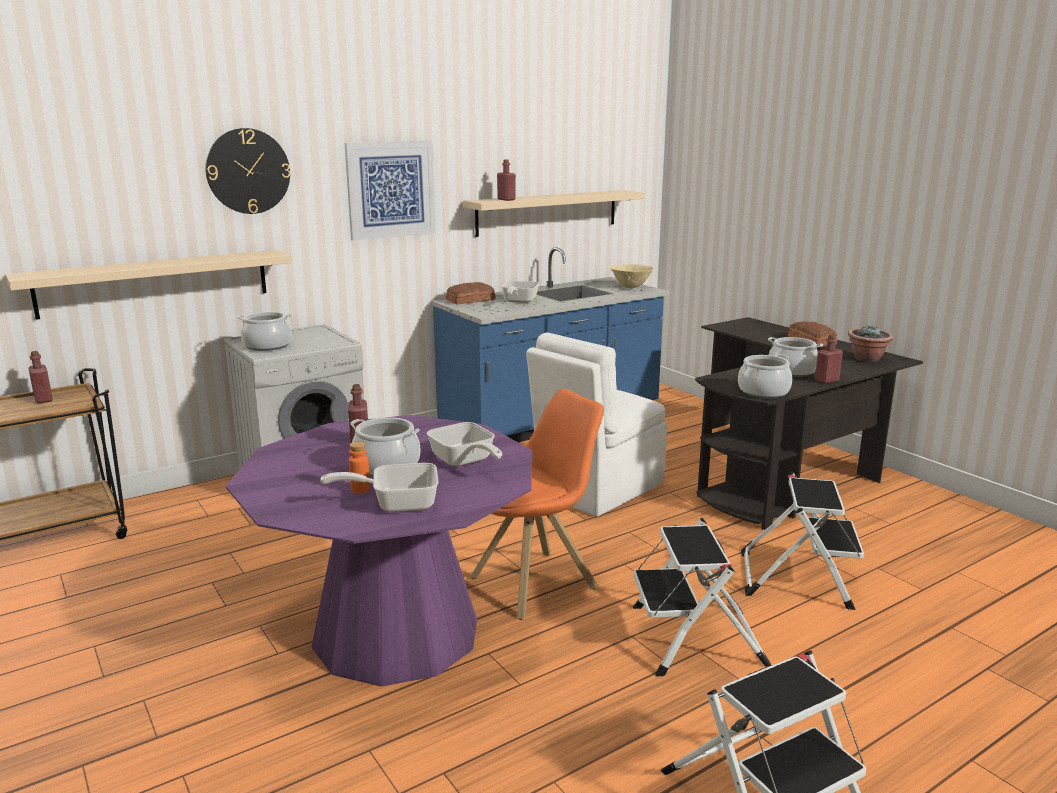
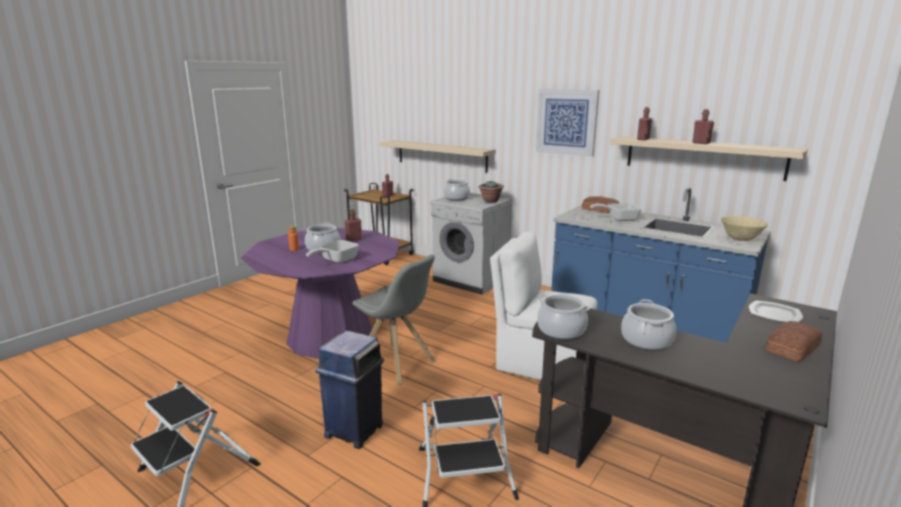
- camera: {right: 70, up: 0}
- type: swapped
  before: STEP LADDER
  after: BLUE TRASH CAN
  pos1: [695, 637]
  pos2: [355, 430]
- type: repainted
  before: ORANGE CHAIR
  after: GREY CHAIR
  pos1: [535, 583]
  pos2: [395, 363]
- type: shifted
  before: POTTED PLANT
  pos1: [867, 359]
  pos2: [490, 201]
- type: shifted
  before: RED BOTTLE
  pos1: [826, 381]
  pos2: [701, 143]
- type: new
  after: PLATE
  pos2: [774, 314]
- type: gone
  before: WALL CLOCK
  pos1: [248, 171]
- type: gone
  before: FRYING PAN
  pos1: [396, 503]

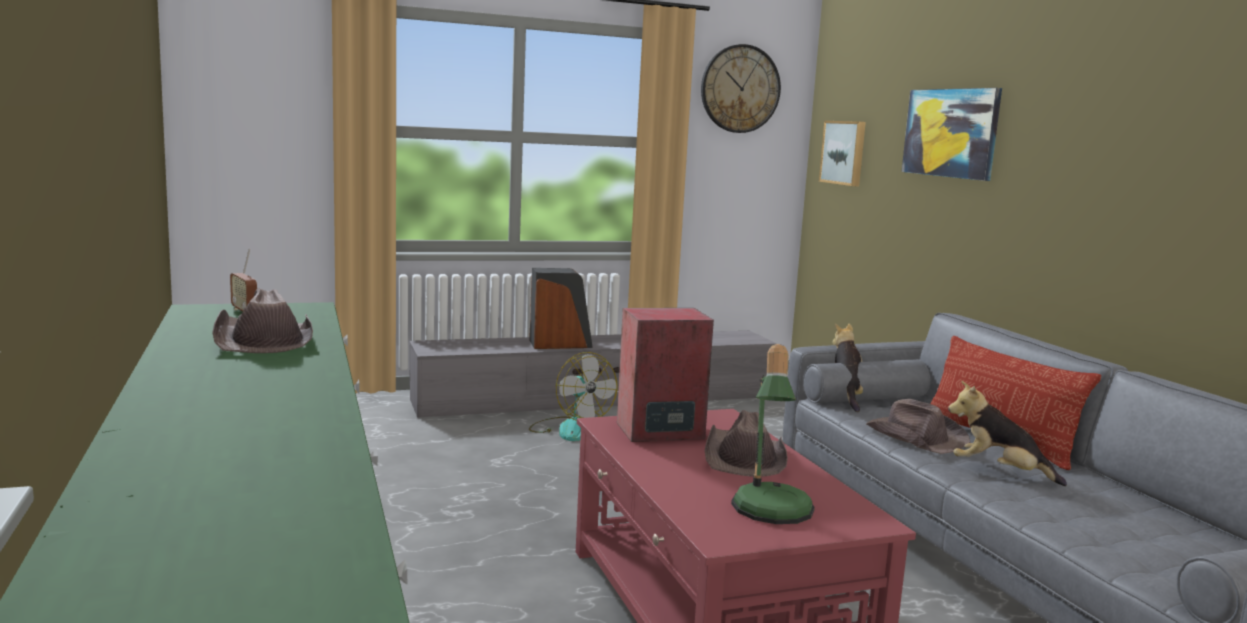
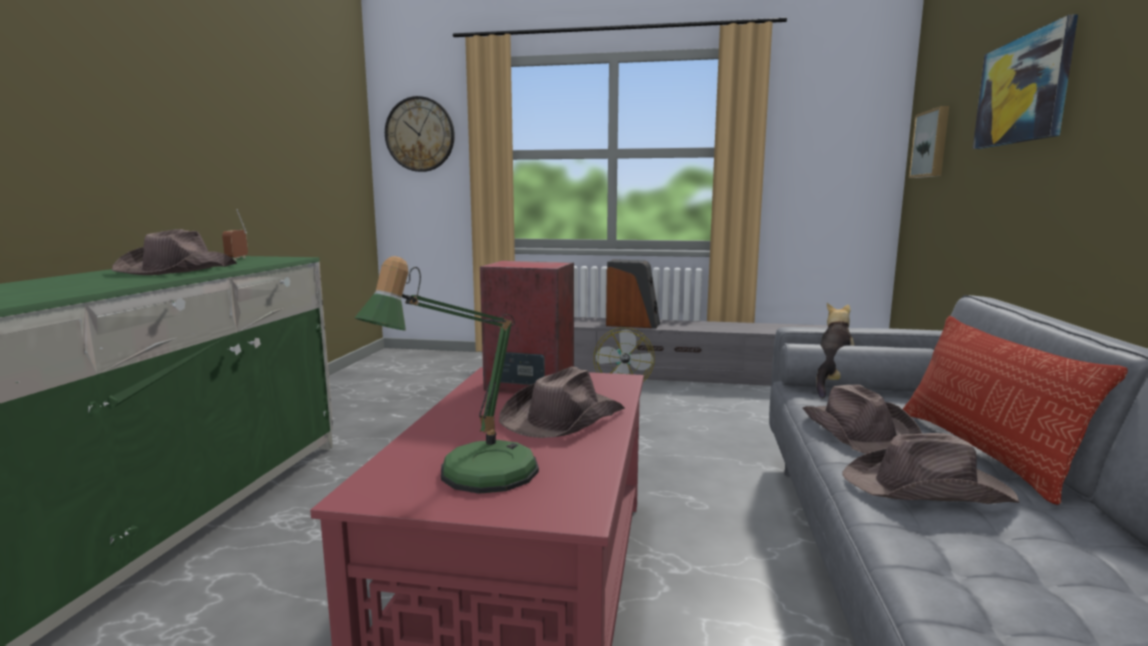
- camera: {right: 30, up: 0}
- type: shifted
  before: WALL CLOCK
  pos1: [740, 89]
  pos2: [420, 134]
- type: swapped
  before: PLUSH TOY
  after: BROWN HAT
  pos1: [999, 472]
  pos2: [928, 488]

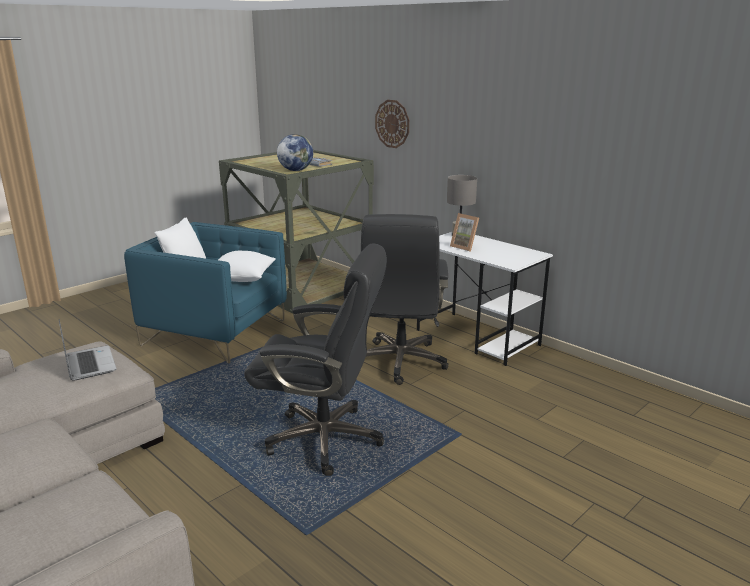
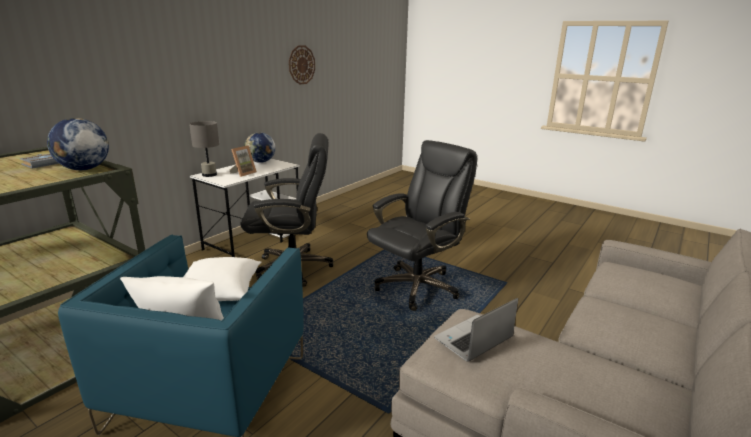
- camera: {right: -100, up: 0}
- type: new
  after: GLOBE
  pos2: [261, 162]
- type: shifted
  before: WALL CLOCK
  pos1: [392, 123]
  pos2: [301, 65]
- type: rotated
  before: BLACK OFFICE CHAIR
  pos1: [321, 439]
  pos2: [415, 288]
  turn: 45

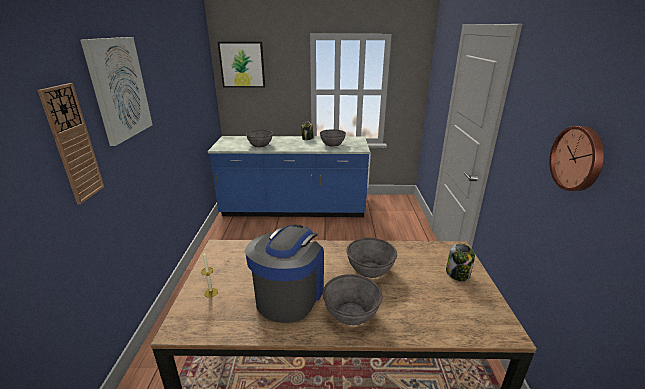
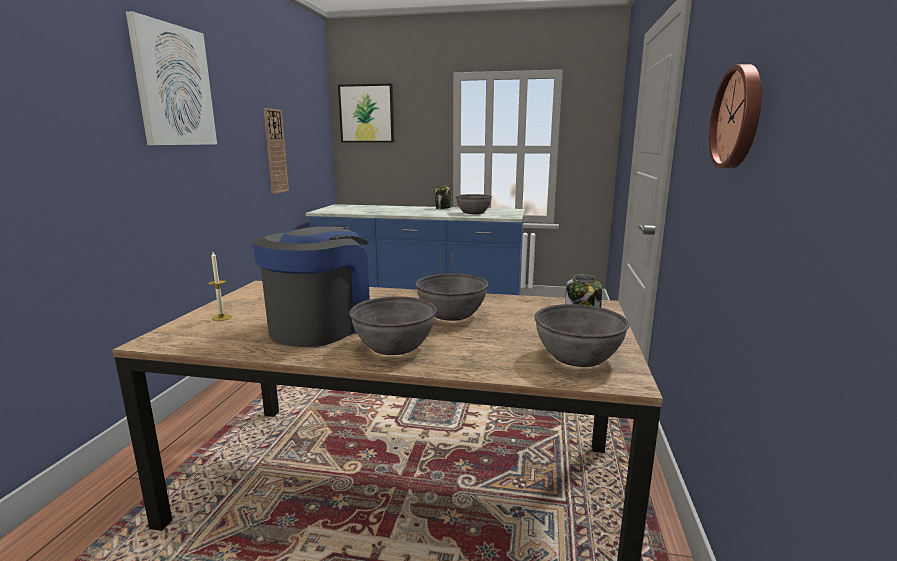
- camera: {right: 10, up: -10}
- type: shifted
  before: WALL CLOCK
  pos1: [73, 144]
  pos2: [275, 151]
- type: shifted
  before: GREY BOWL
  pos1: [260, 145]
  pos2: [577, 357]

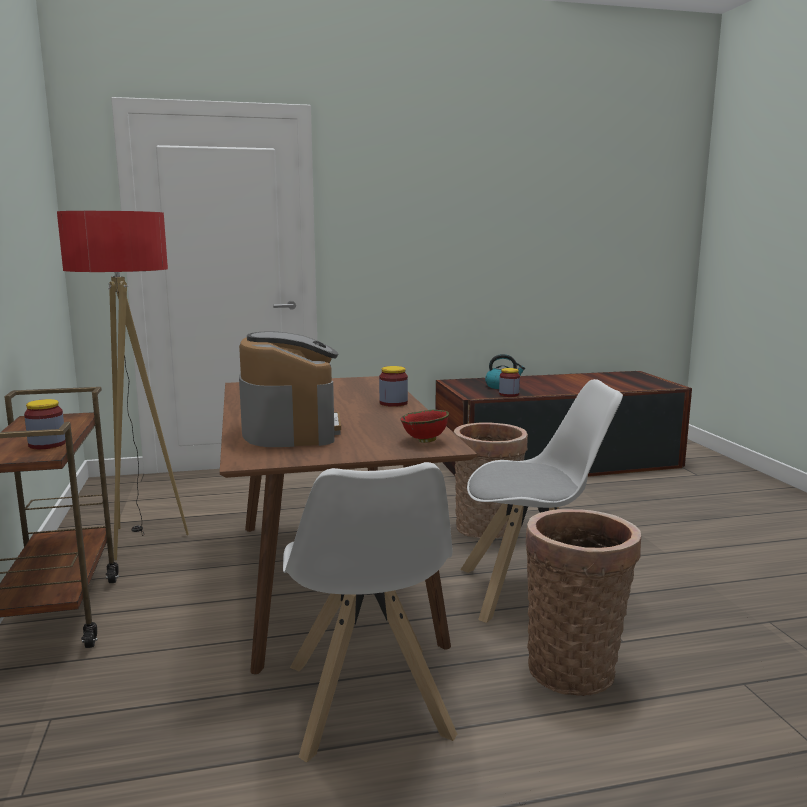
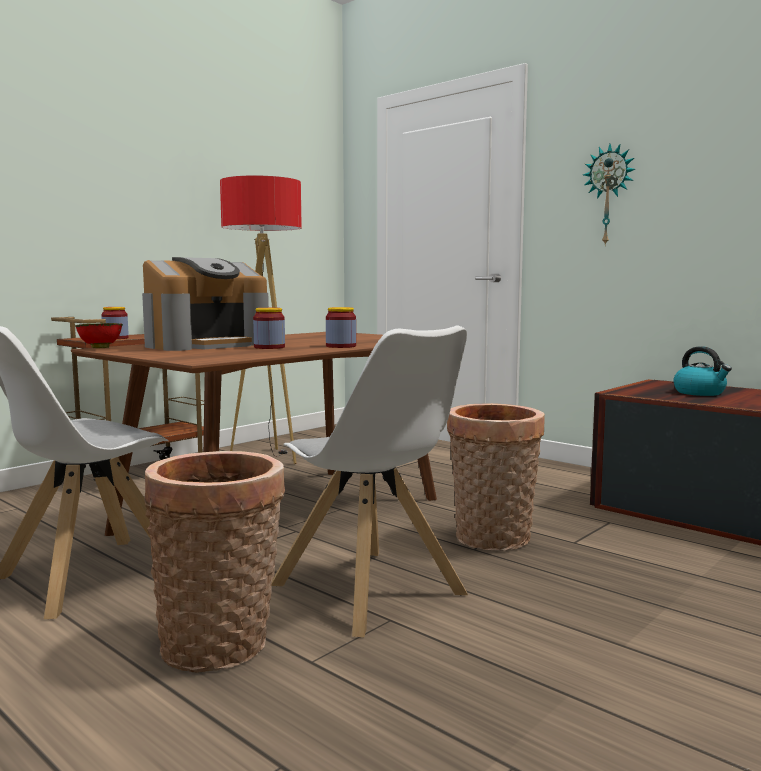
- camera: {right: 55, up: -5}
- type: shifted
  before: RED BOWL
  pos1: [425, 441]
  pos2: [99, 348]
- type: shifted
  before: JAR
  pos1: [509, 394]
  pos2: [269, 347]
- type: new
  after: WALL CLOCK
  pos2: [609, 195]

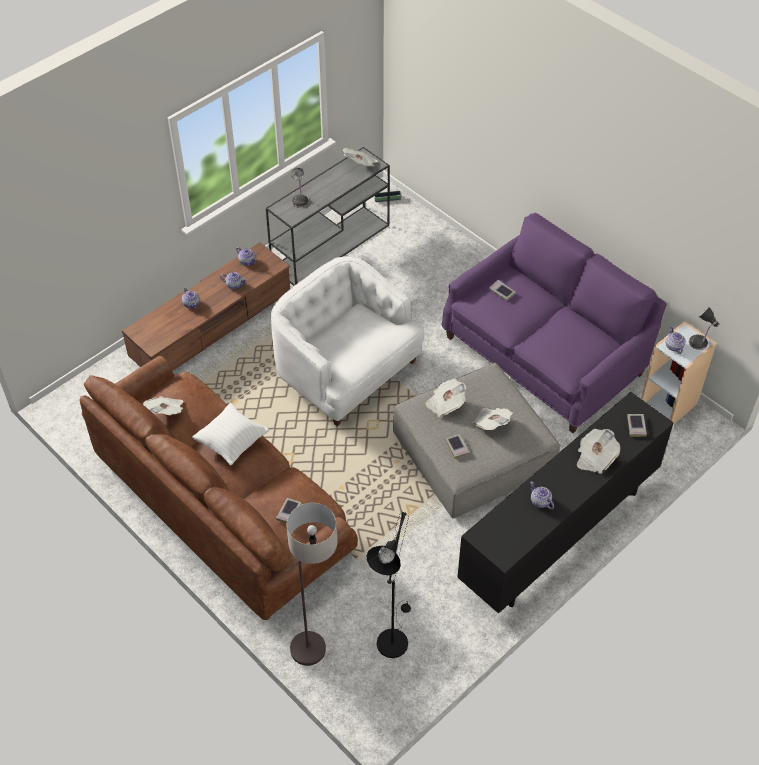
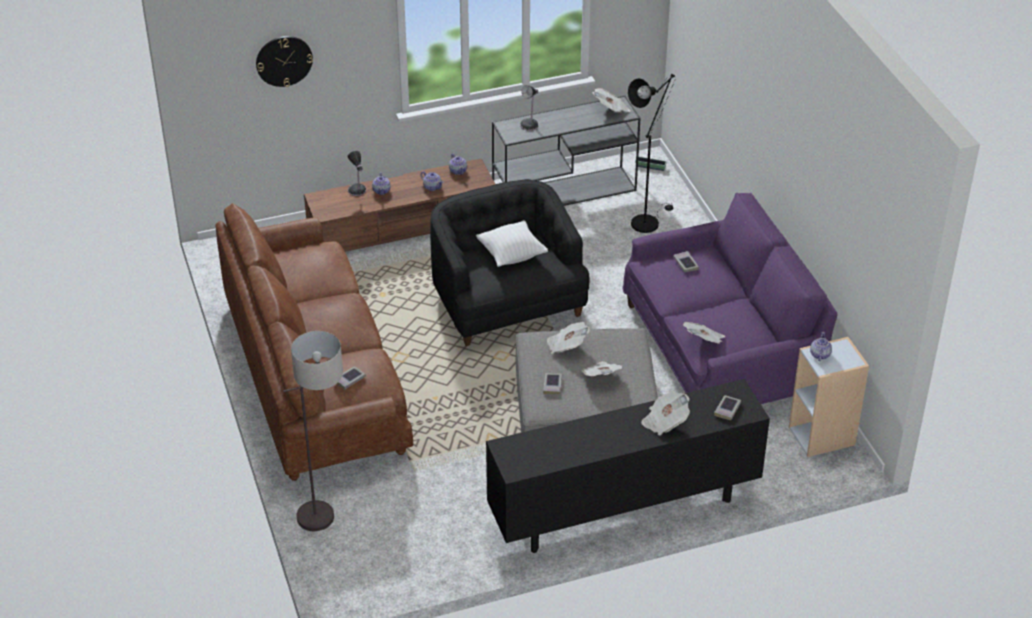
- camera: {right: 25, up: -10}
- type: new
  after: WALL CLOCK
  pos2: [284, 60]
- type: shifted
  before: TABLE LAMP
  pos1: [699, 343]
  pos2: [357, 191]
- type: repainted
  before: WHITE ARMCHAIR
  after: BLACK ARMCHAIR
  pos1: [346, 371]
  pos2: [506, 303]
- type: shifted
  before: WHITE PILLOW
  pos1: [232, 442]
  pos2: [511, 255]
- type: shifted
  before: BLACK FLOOR LAMP
  pos1: [393, 637]
  pos2: [647, 221]
- type: shifted
  before: NEWSPAPER
  pos1: [166, 412]
  pos2: [704, 341]
- type: gone
  before: TEAPOT
  pos1: [540, 502]

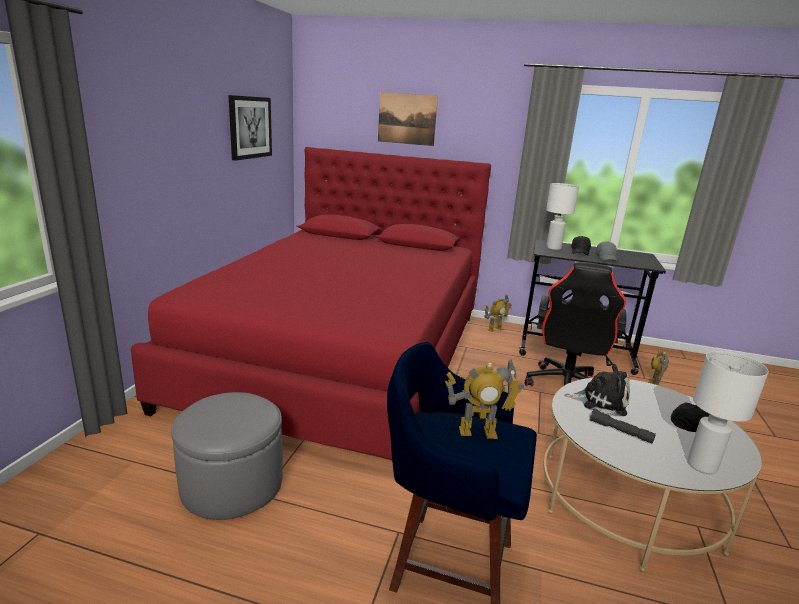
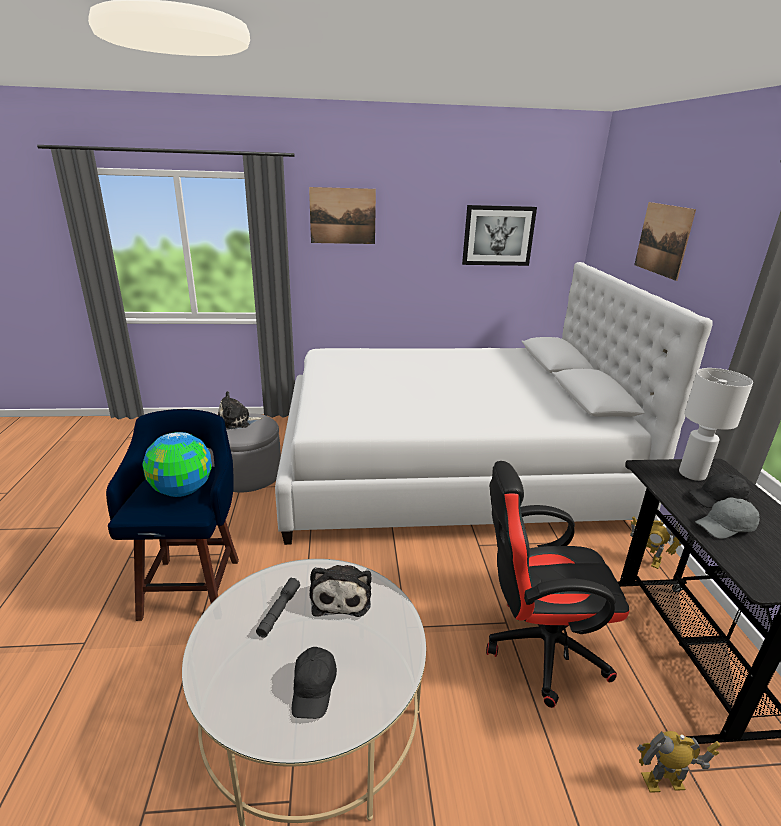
- camera: {right: 70, up: 5}
- type: swapped
  before: TOY ROBOT
  after: GLOBE
  pos1: [478, 432]
  pos2: [183, 490]
- type: new
  after: PLUSH TOY
  pos2: [237, 421]
- type: repainted
  before: RED BED
  after: WHITE BED
  pos1: [343, 356]
  pos2: [449, 470]
- type: new
  after: PICTURE
  pos2: [342, 216]
- type: gone
  before: WHITE TABLE LAMP
  pos1: [701, 465]

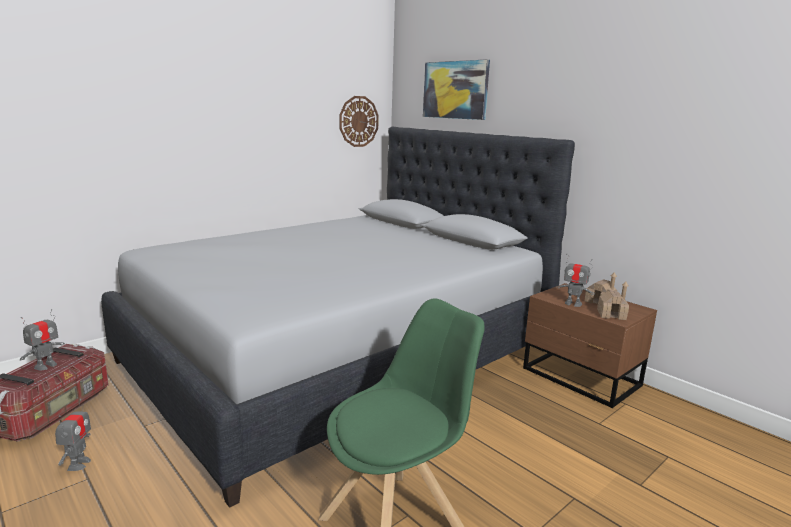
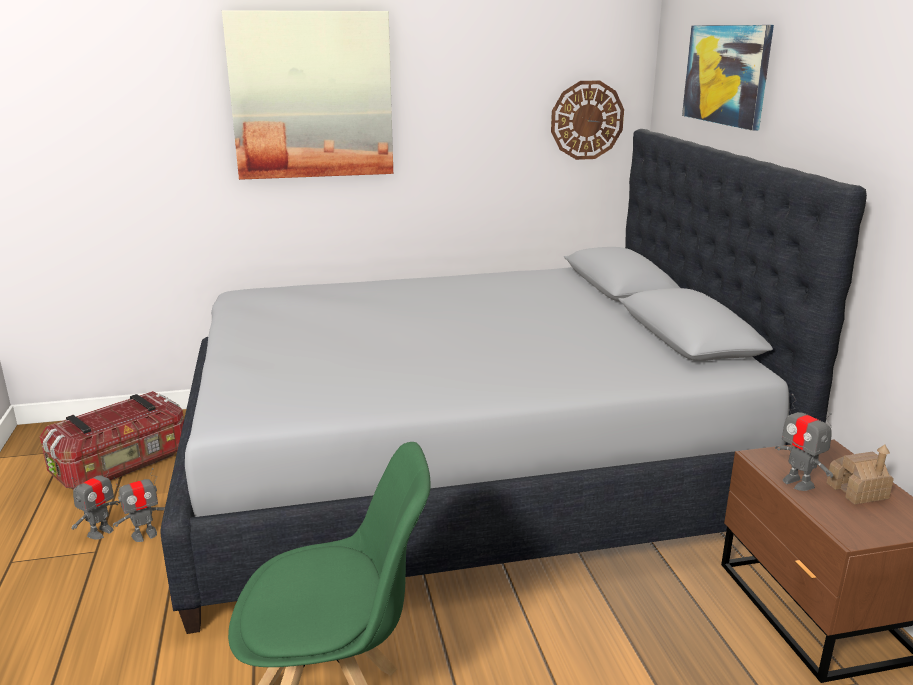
- camera: {right: 30, up: 5}
- type: shifted
  before: TOY ROBOT
  pos1: [46, 366]
  pos2: [144, 535]
- type: new
  after: PICTURE
  pos2: [312, 96]
- type: gone
  before: TOY HOUSE
  pos1: [611, 314]

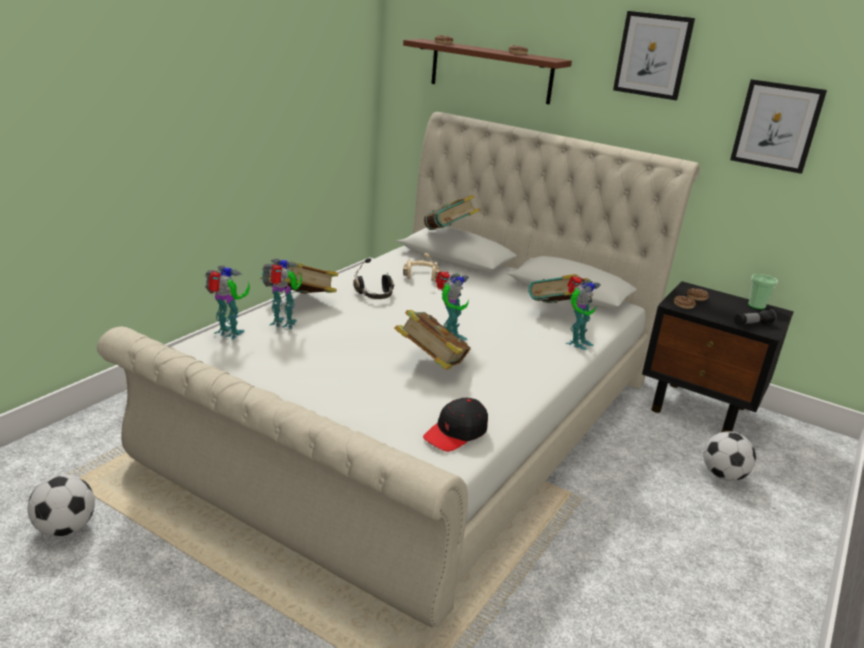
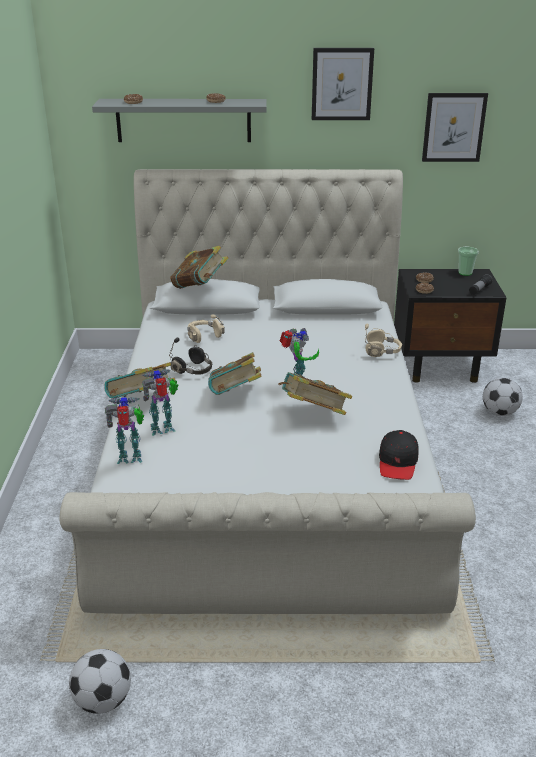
- camera: {right: -30, up: 5}
- type: repainted
  before: BROWN SHELF
  after: GREY SHELF
  pos1: [491, 71]
  pos2: [183, 120]
- type: shifted
  before: BOOK
  pos1: [556, 312]
  pos2: [236, 396]
- type: swapped
  before: TOY ROBOT
  after: BEIGE HEADPHONES
  pos1: [576, 342]
  pos2: [382, 351]

